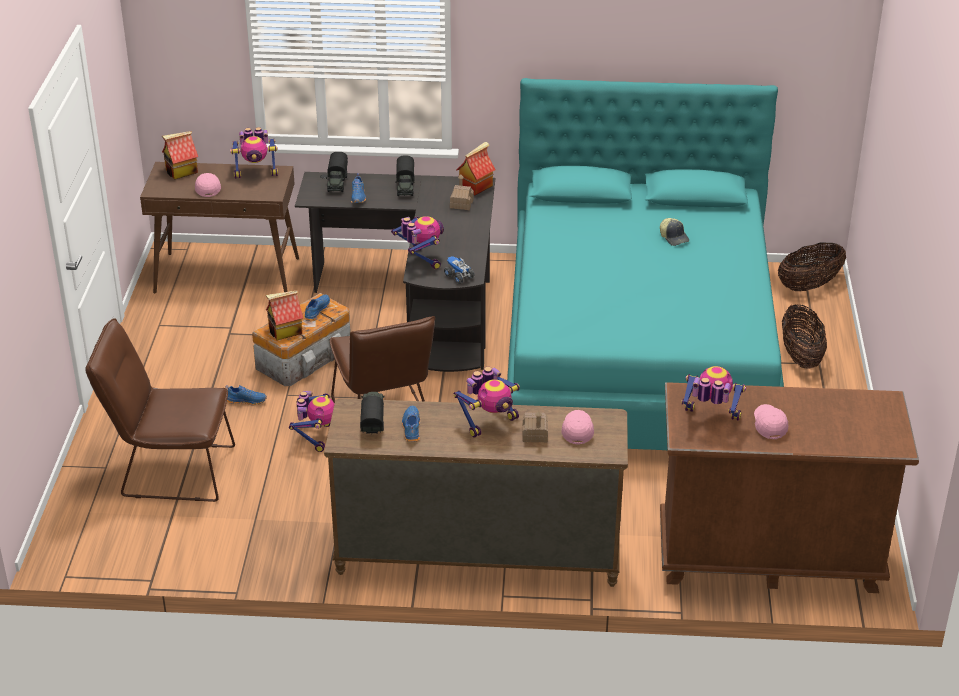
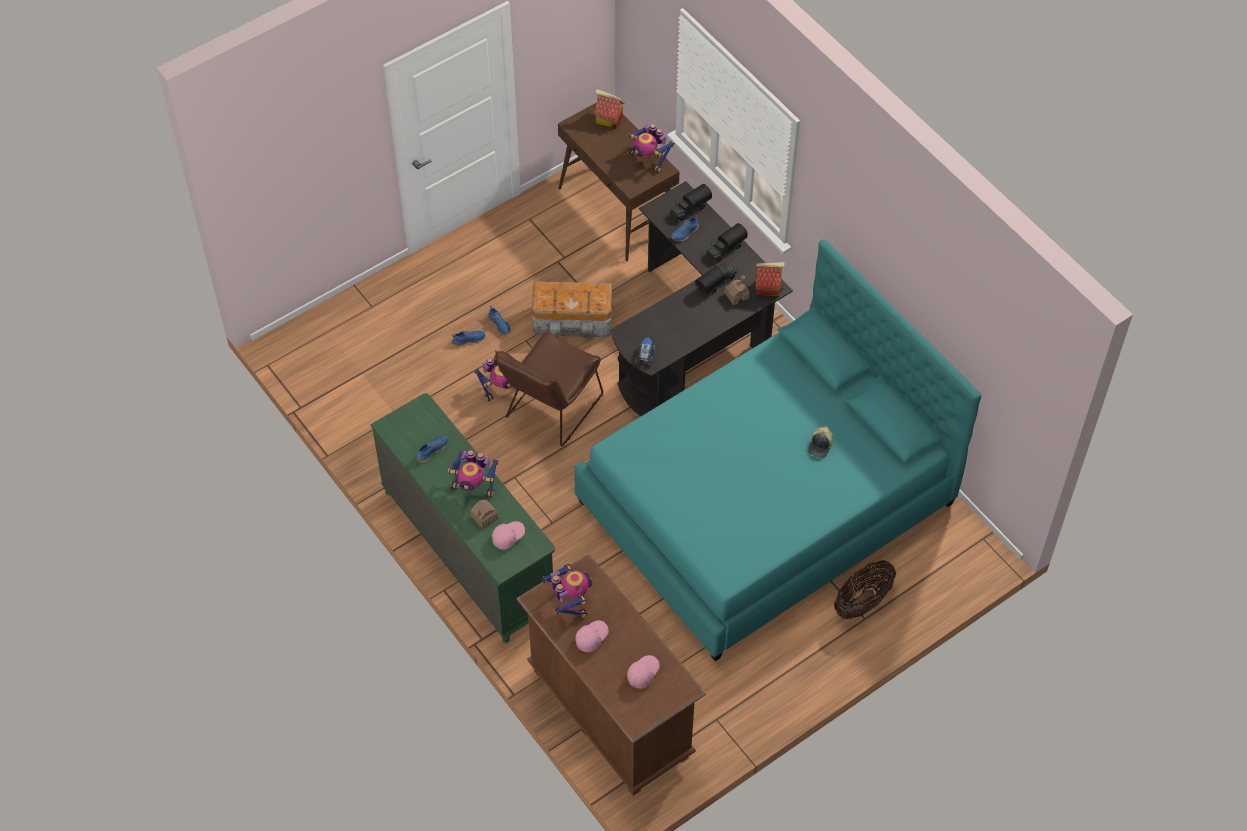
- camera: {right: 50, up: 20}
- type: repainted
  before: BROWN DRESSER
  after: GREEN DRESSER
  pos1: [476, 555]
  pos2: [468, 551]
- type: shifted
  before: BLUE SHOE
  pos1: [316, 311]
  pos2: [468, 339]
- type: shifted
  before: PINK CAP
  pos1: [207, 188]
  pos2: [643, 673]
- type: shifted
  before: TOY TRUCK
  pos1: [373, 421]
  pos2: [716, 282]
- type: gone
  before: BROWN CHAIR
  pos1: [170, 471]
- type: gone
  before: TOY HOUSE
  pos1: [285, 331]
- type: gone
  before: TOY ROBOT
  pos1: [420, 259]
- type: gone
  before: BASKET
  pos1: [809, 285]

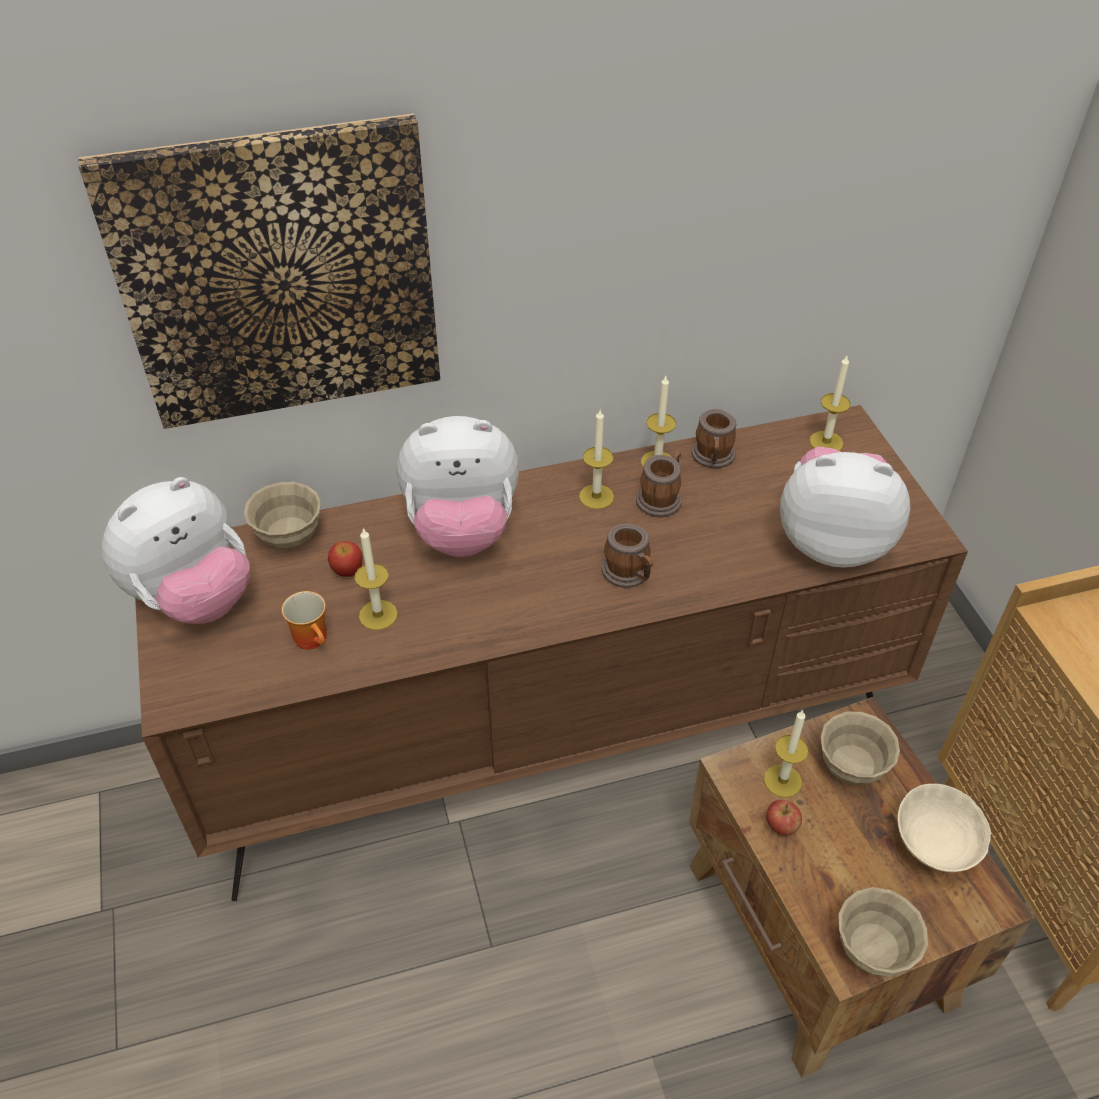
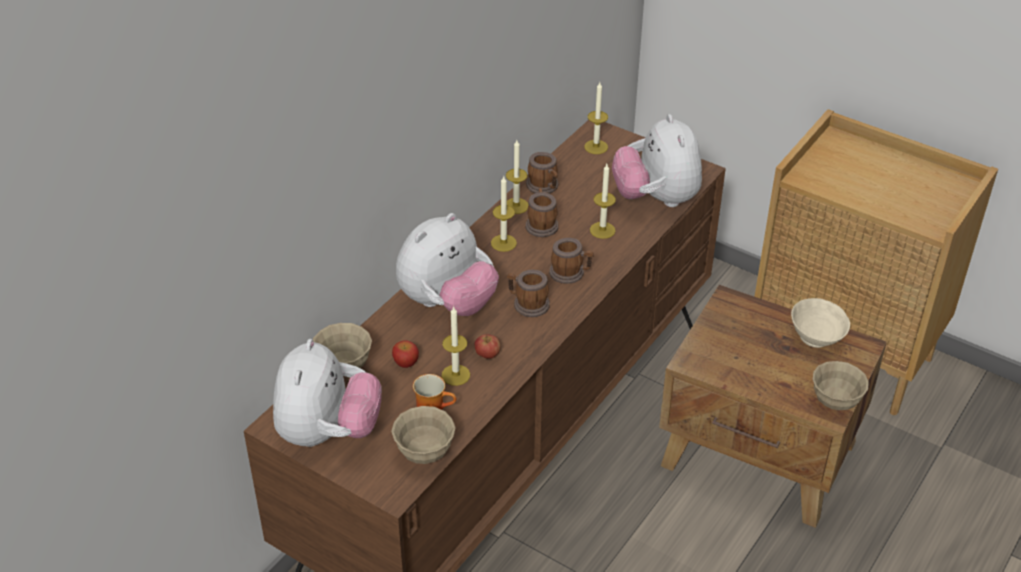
- camera: {right: -40, up: -5}
- type: shifted
  before: BEIGE BOWL
  pos1: [851, 767]
  pos2: [424, 453]
- type: shifted
  before: APPLE
  pos1: [781, 826]
  pos2: [487, 355]
- type: new
  after: MUG
  pos2: [527, 304]
- type: shifted
  before: CANDLE
  pos1: [782, 781]
  pos2: [602, 230]
- type: rotated
  before: PLUSH TOY
  pos1: [832, 542]
  pos2: [656, 199]
  turn: -75
- type: gone
  before: PICTURE
  pos1: [279, 276]

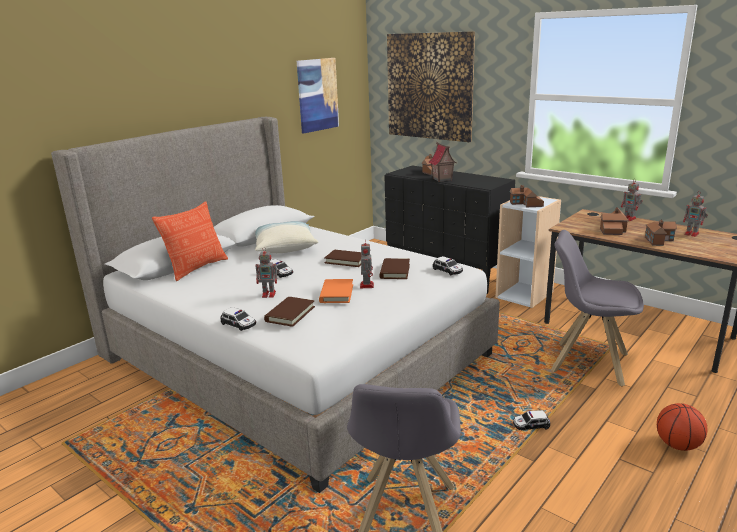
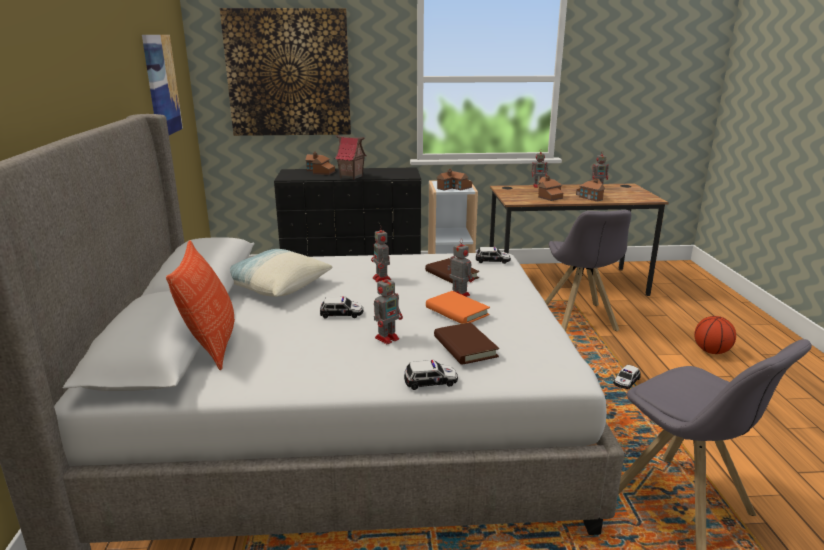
- camera: {right: -45, up: 0}
- type: swapped
  before: BROWN BOOK
  after: TOY ROBOT
  pos1: [346, 260]
  pos2: [382, 279]
- type: rotated
  before: GREY CHAIR
  pos1: [588, 363]
  pos2: [579, 318]
  turn: -75

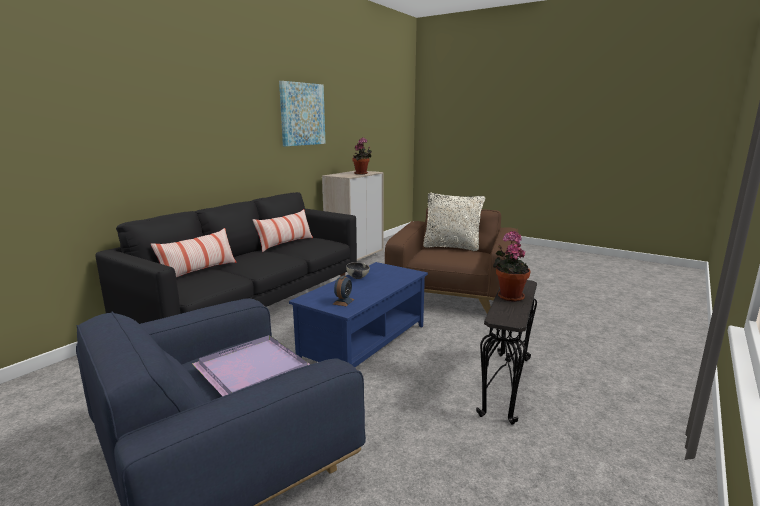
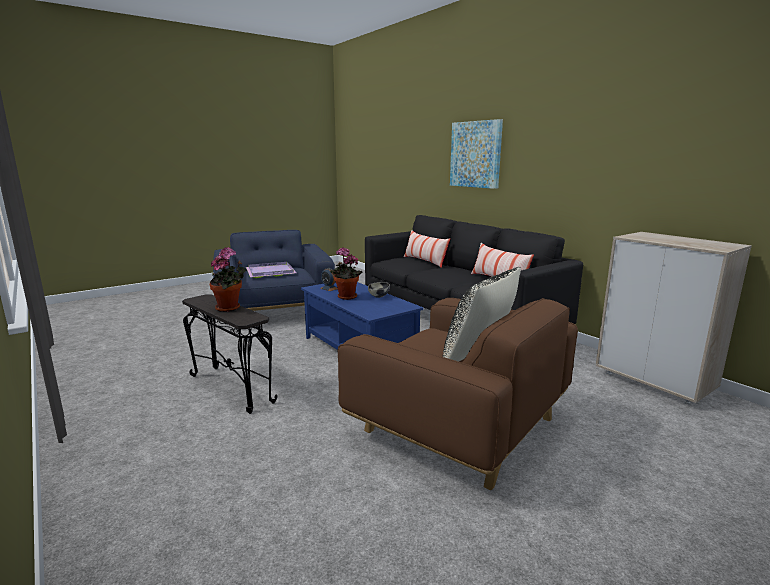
- camera: {right: 110, up: 0}
- type: shifted
  before: POTTED PLANT
  pos1: [362, 173]
  pos2: [345, 297]
- type: shifted
  before: PICTURE
  pos1: [302, 114]
  pos2: [475, 154]

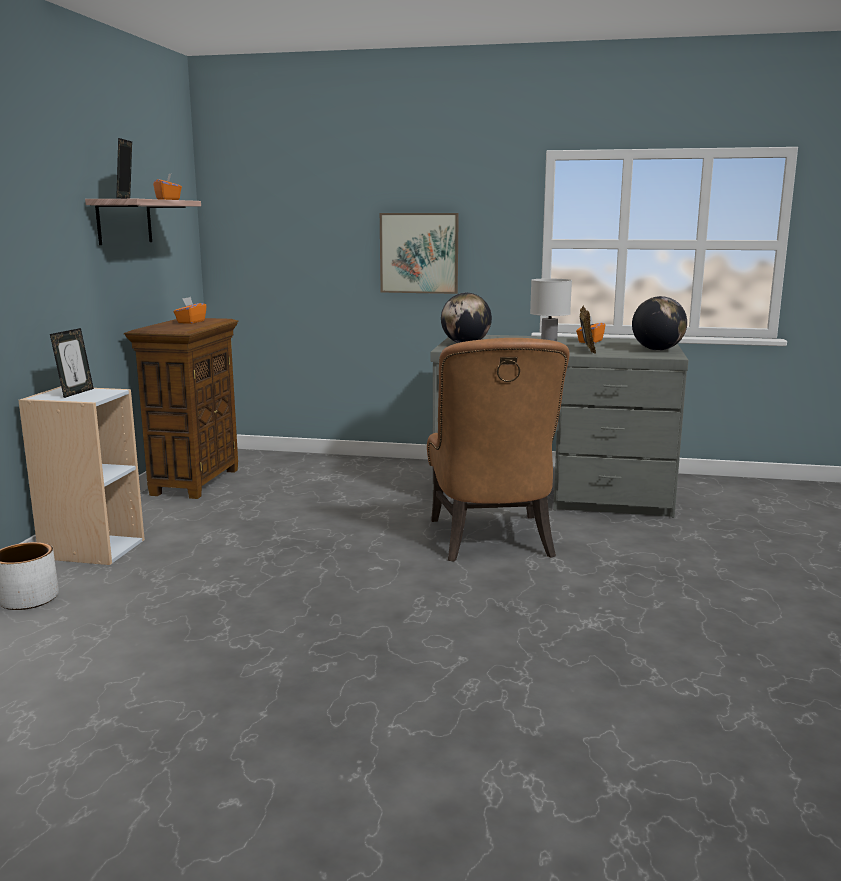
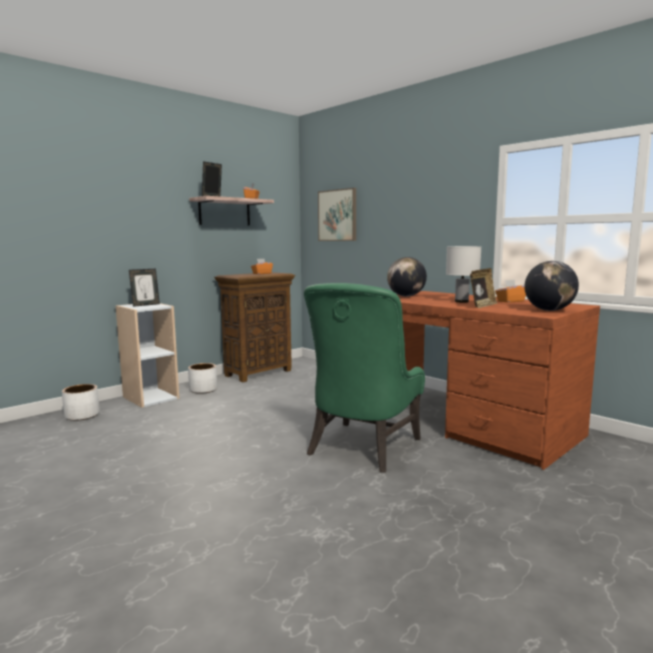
- camera: {right: 35, up: -5}
- type: new
  after: WHITE PLANTER
  pos2: [203, 390]
- type: repainted
  before: BROWN CHAIR
  after: GREEN CHAIR
  pos1: [492, 538]
  pos2: [363, 446]
- type: shifted
  before: PICTURE
  pos1: [419, 253]
  pos2: [337, 215]
- type: repainted
  before: GREY DESK
  after: BROWN DESK
  pos1: [553, 491]
  pos2: [469, 424]

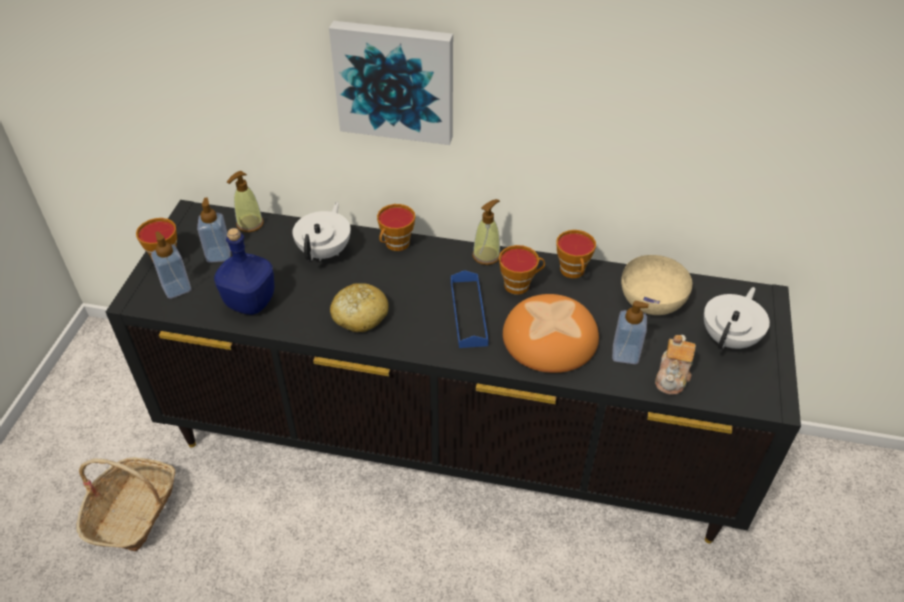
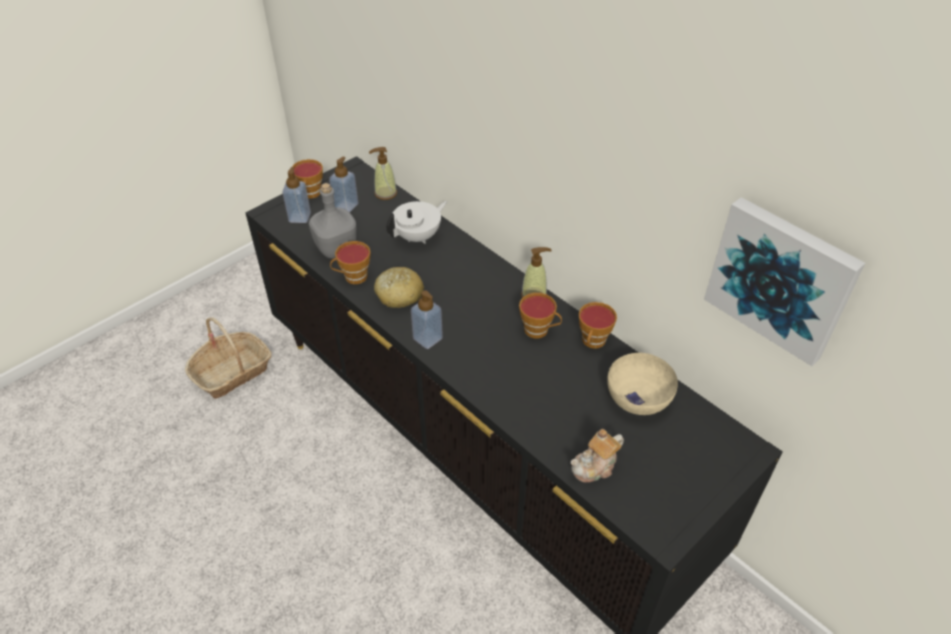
- camera: {right: 35, up: 0}
- type: repainted
  before: BLUE BOTTLE
  after: GREY BOTTLE
  pos1: [249, 302]
  pos2: [336, 248]
- type: shifted
  before: CUP
  pos1: [395, 245]
  pos2: [353, 277]
- type: shifted
  before: SOAP DISPENSER
  pos1: [625, 354]
  pos2: [427, 338]
- type: shifted
  before: PICTURE
  pos1: [395, 81]
  pos2: [781, 279]
- type: gone
  before: BLUE TRAY
  pos1: [468, 313]
- type: gone
  before: BREAD
  pos1: [550, 338]
- type: gone
  before: WHITE TEAPOT
  pos1: [729, 338]

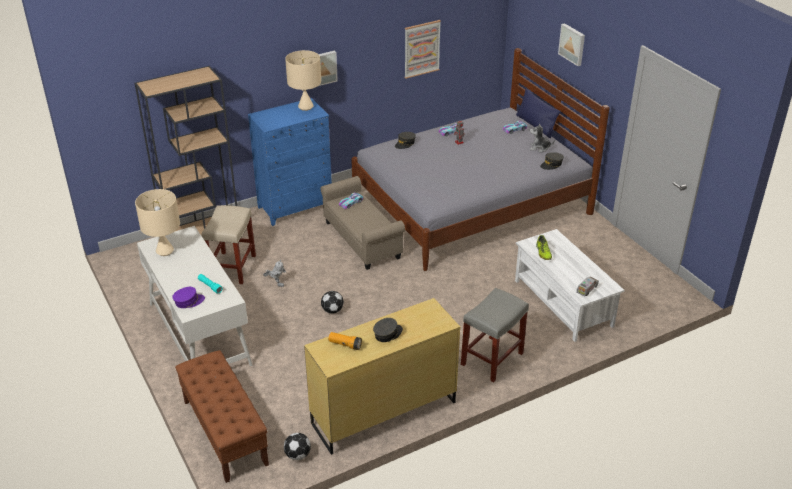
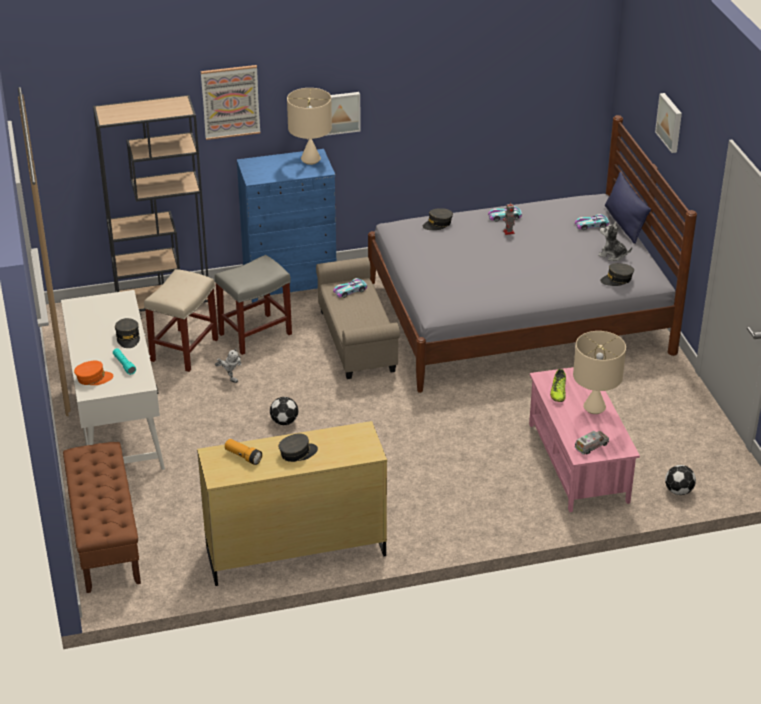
- camera: {right: 15, up: 0}
- type: repainted
  before: PURPLE CAP
  after: ORANGE CAP
  pos1: [188, 301]
  pos2: [93, 378]
- type: new
  after: GREY CAP
  pos2: [128, 337]
- type: shifted
  before: PICTURE
  pos1: [421, 49]
  pos2: [230, 102]
- type: shifted
  before: GREY STOOL
  pos1: [492, 358]
  pos2: [256, 333]
- type: repainted
  before: WHITE COFFEE TABLE
  after: PINK COFFEE TABLE
  pos1: [563, 303]
  pos2: [578, 462]
- type: shifted
  before: BEIGE TABLE LAMP
  pos1: [165, 252]
  pos2: [594, 408]
- type: shifted
  before: FOOTBALL
  pos1: [298, 455]
  pos2: [679, 491]

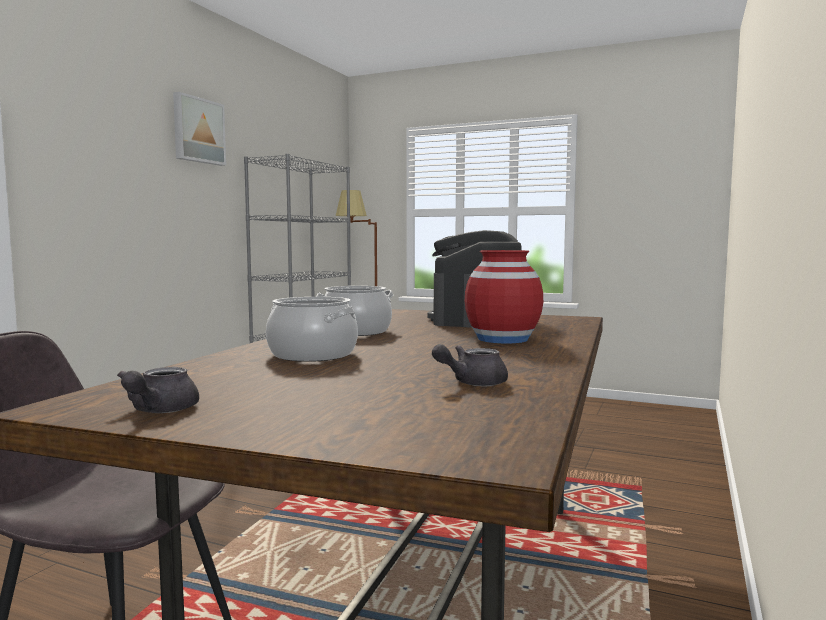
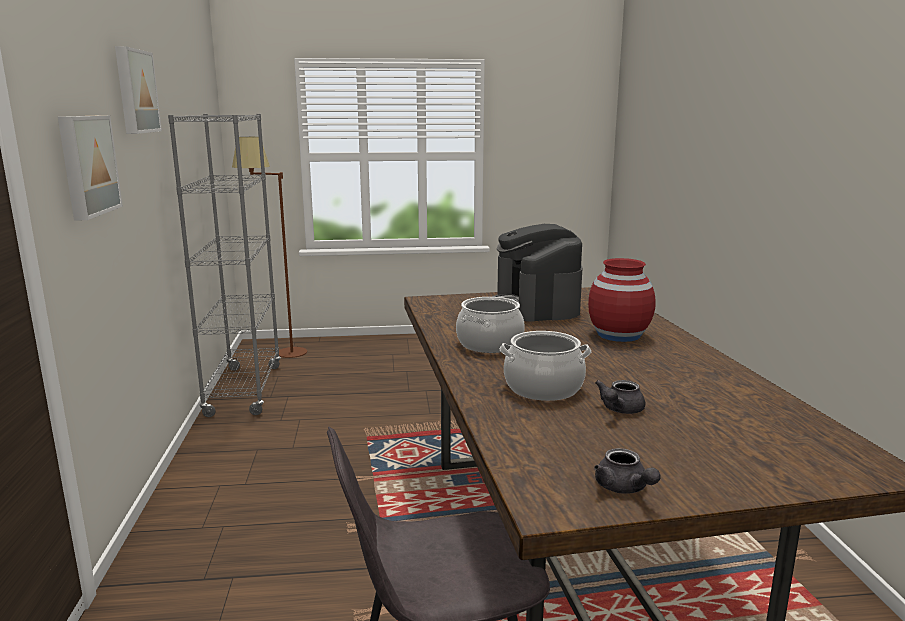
- camera: {right: -30, up: 10}
- type: new
  after: PICTURE
  pos2: [86, 165]
- type: shifted
  before: GREY TEAPOT
  pos1: [472, 383]
  pos2: [619, 410]

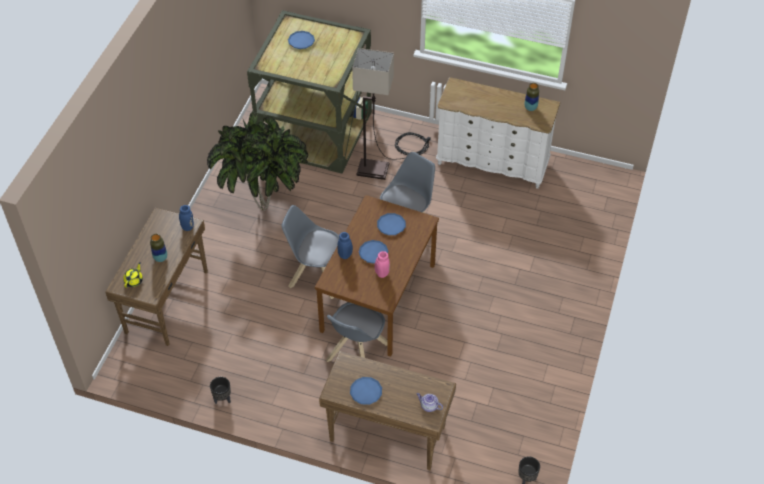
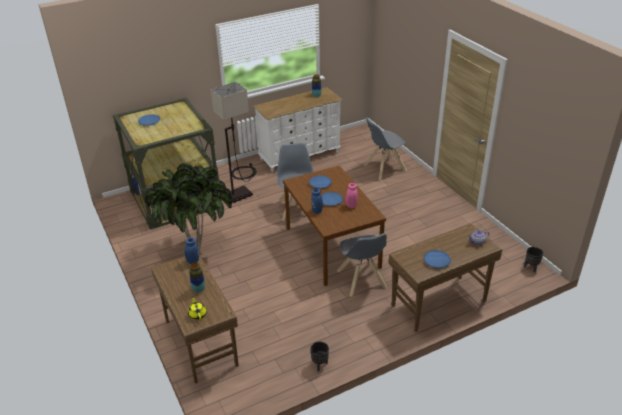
- camera: {right: -45, up: -15}
- type: shifted
  before: GREY CHAIR
  pos1: [316, 275]
  pos2: [383, 168]

